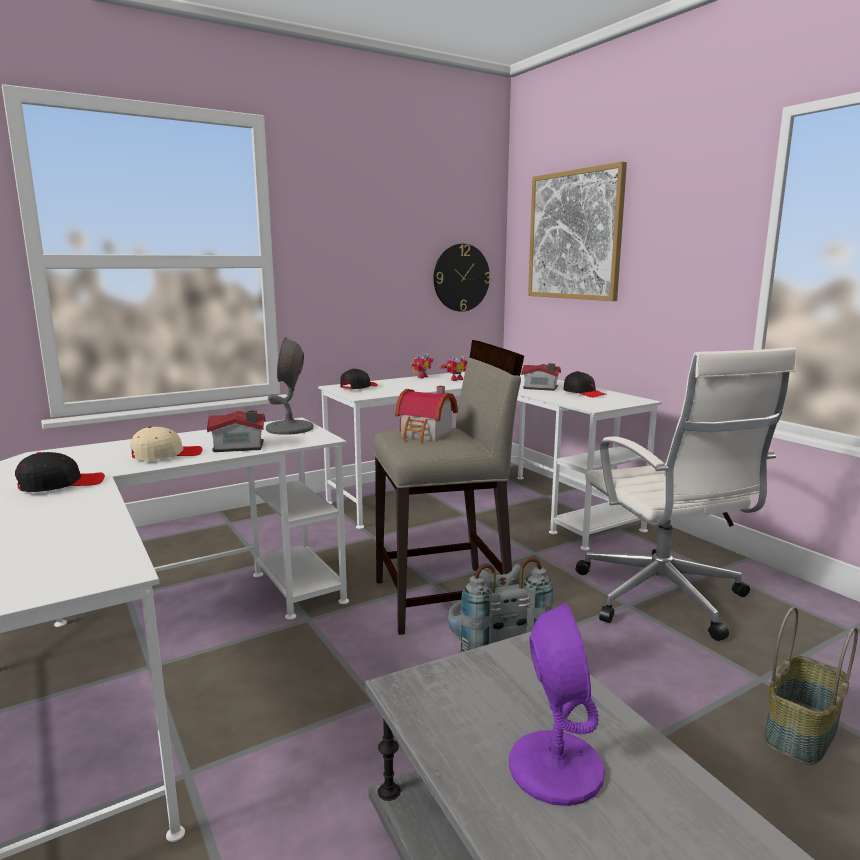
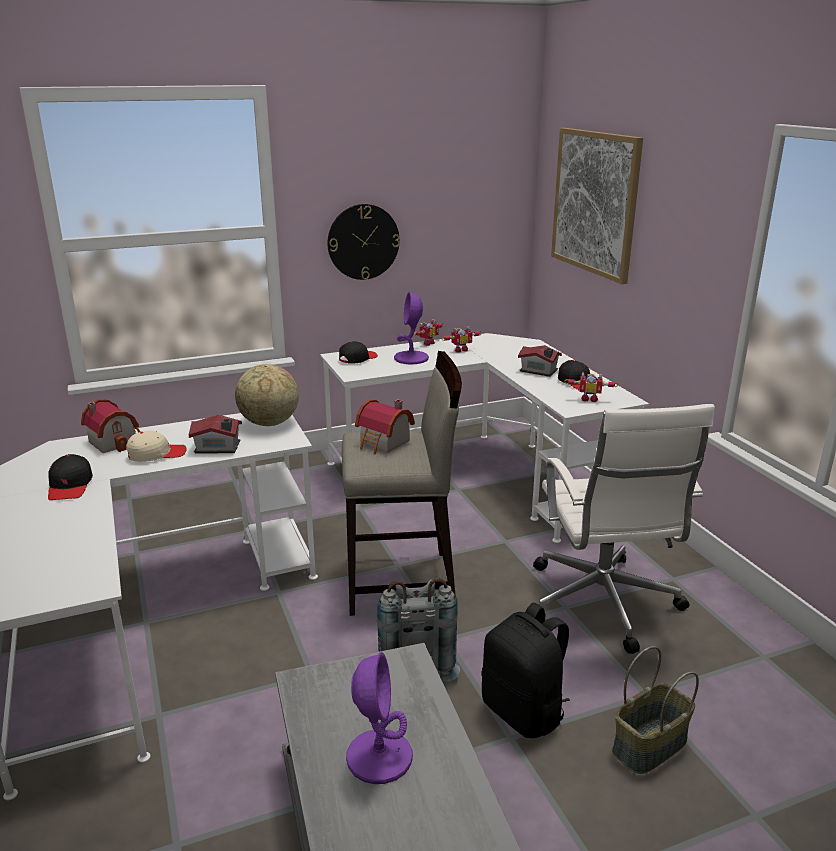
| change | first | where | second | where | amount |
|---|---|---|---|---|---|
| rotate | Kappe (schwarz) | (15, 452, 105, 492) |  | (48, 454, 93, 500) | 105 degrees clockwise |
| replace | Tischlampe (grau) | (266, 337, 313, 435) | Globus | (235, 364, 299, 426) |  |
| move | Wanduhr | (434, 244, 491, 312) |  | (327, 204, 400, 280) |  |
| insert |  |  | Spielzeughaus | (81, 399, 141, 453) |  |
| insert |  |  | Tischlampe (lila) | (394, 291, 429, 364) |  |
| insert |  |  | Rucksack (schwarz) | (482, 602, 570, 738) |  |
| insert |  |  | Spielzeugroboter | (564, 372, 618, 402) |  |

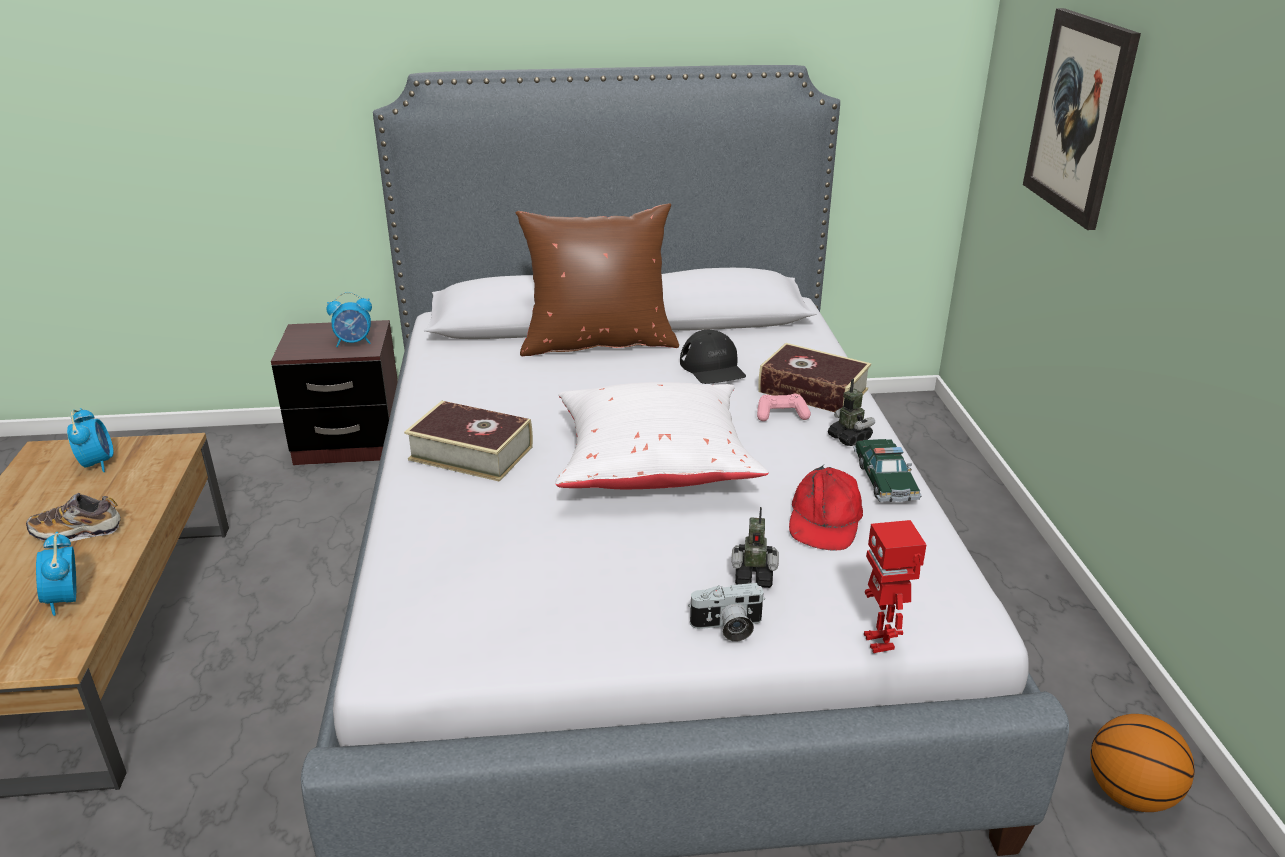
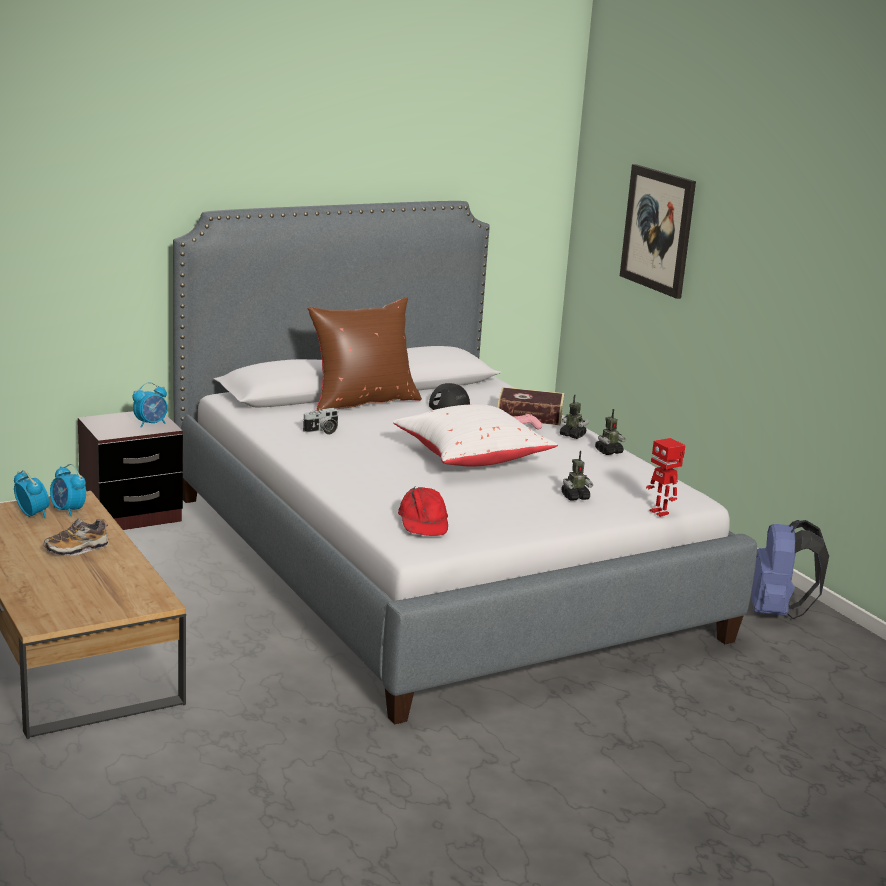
| change | first | where | second | where | amount |
|---|---|---|---|---|---|
| move | Wecker | (36, 532, 76, 616) |  | (50, 464, 86, 517) |  |
| delete | Buch | (404, 401, 533, 482) |  |  |  |
| move | Kamera | (688, 583, 765, 642) |  | (303, 408, 339, 435) |  |
| move | Kappe (rot) | (789, 466, 863, 551) |  | (398, 487, 448, 536) |  |
| replace | Spielzeugauto | (853, 439, 922, 502) | Spielzeugroboter | (595, 409, 626, 455) |  |
| replace | Basketball | (1090, 714, 1195, 812) | Rucksack (blau) | (751, 520, 829, 619) |  |

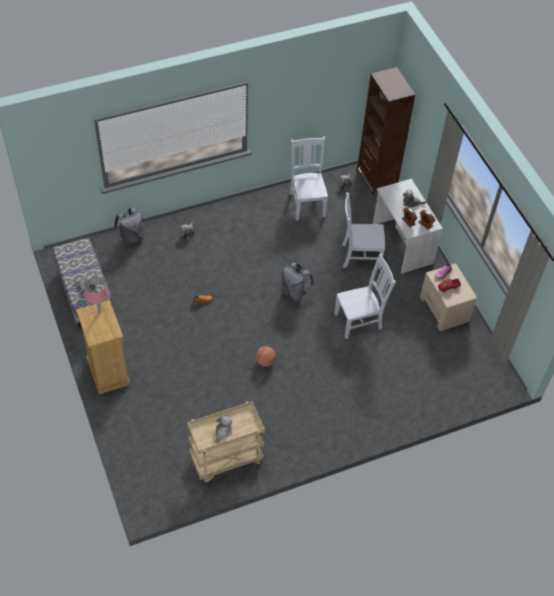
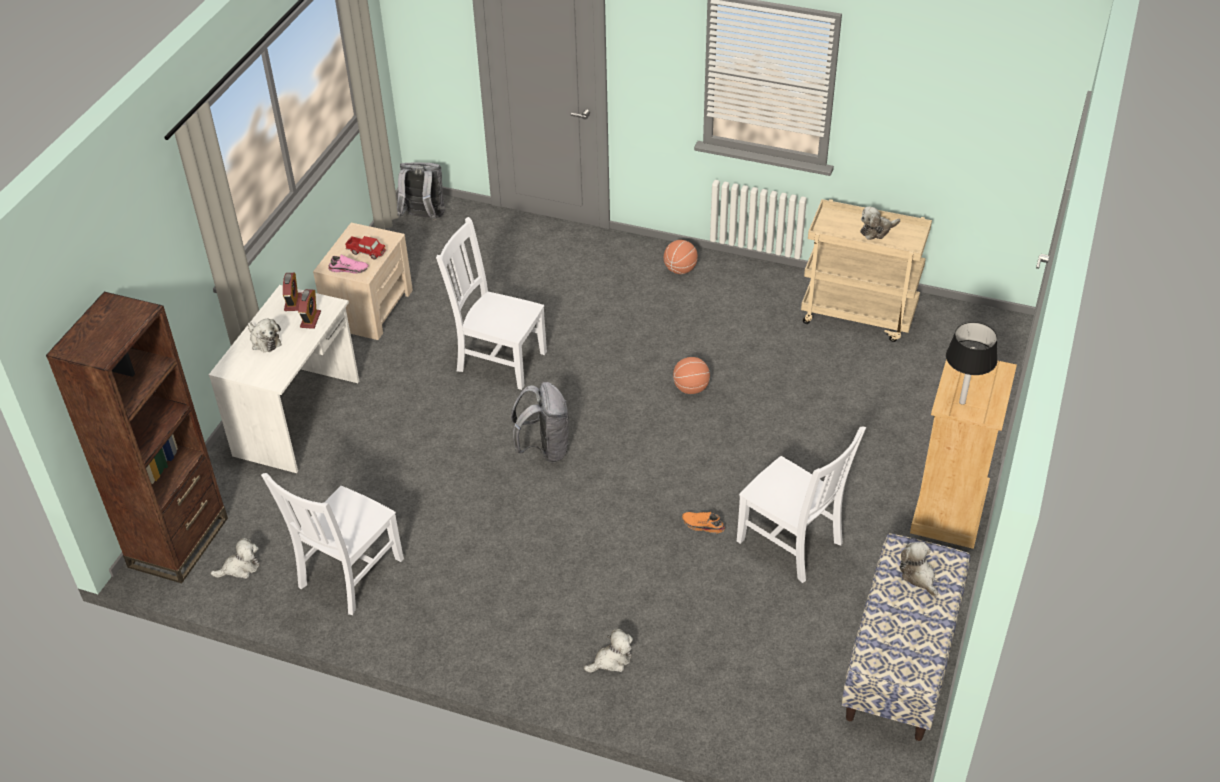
| change | first | where | second | where | amount |
|---|---|---|---|---|---|
| recolor | Tischlampe (rosa) | (84, 277, 109, 313) | Tischlampe (schwarz) | (946, 322, 997, 405) |  |
| move | Rucksack (grau) | (114, 208, 144, 245) |  | (397, 162, 445, 221) |  |
| move | Stuhl (weiß) | (342, 192, 385, 269) |  | (737, 427, 866, 583) |  |
| insert |  |  | Basketball | (664, 240, 698, 274) |  |

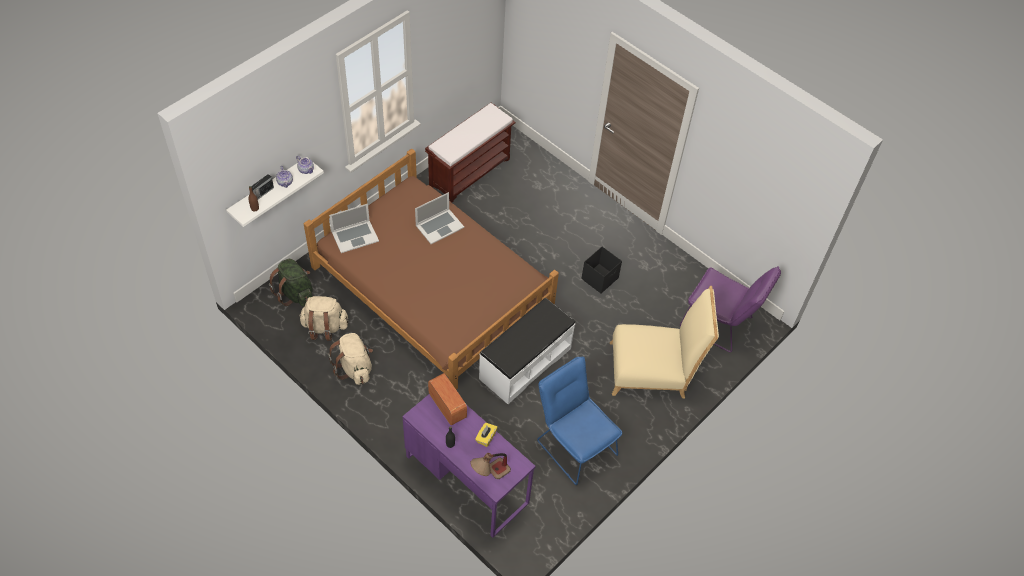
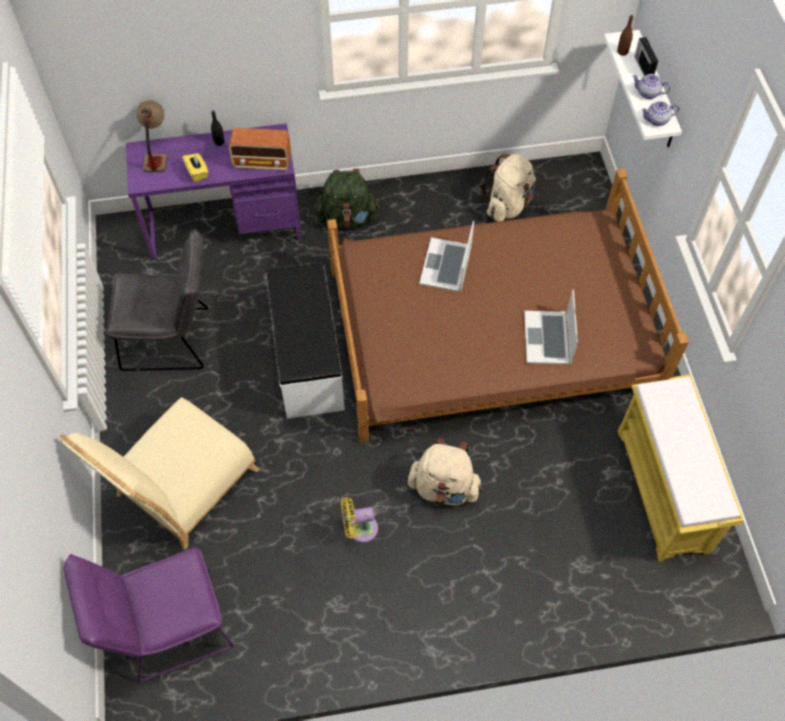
| change | first | where | second | where | amount |
|---|---|---|---|---|---|
| move | Rucksack (grün) | (269, 258, 313, 307) |  | (315, 169, 380, 229) |  |
| move | Rucksack (beige) | (328, 333, 373, 385) |  | (408, 438, 483, 505) |  |
| move | Laptop | (329, 204, 379, 253) |  | (419, 221, 474, 292) |  |
| recolor | Bank (braun) | (425, 103, 515, 202) | Bank (gelb) | (618, 374, 744, 562) |  |
| recolor | Stuhl (blau) | (537, 357, 622, 485) | Stuhl (grau) | (105, 229, 208, 371) |  |
| replace | Aufbewahrungsbox (schwarz) | (582, 247, 622, 293) | Ventilator (gelb) | (341, 497, 378, 543) |  |

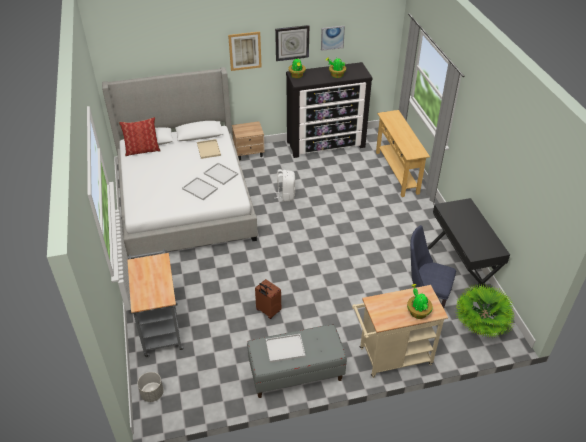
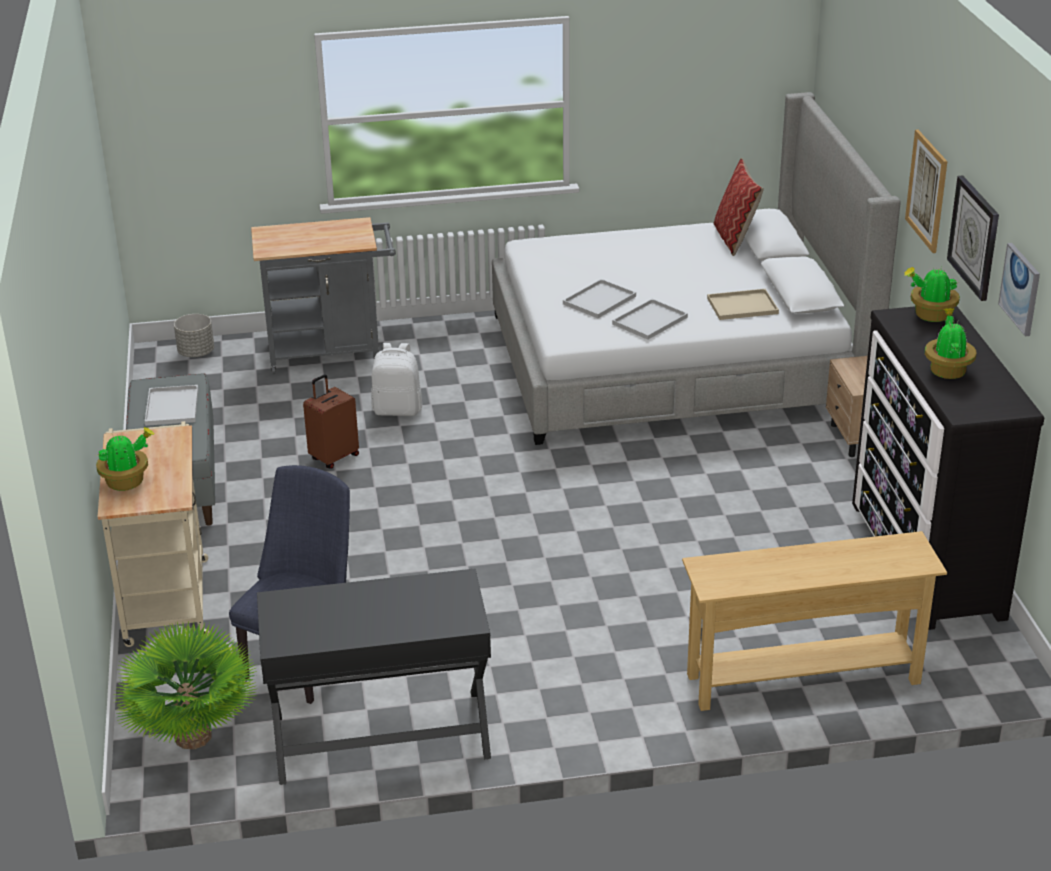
| change | first | where | second | where | amount |
|---|---|---|---|---|---|
| move | Rucksack (weiß) | (276, 169, 295, 201) |  | (371, 343, 422, 416) |  |

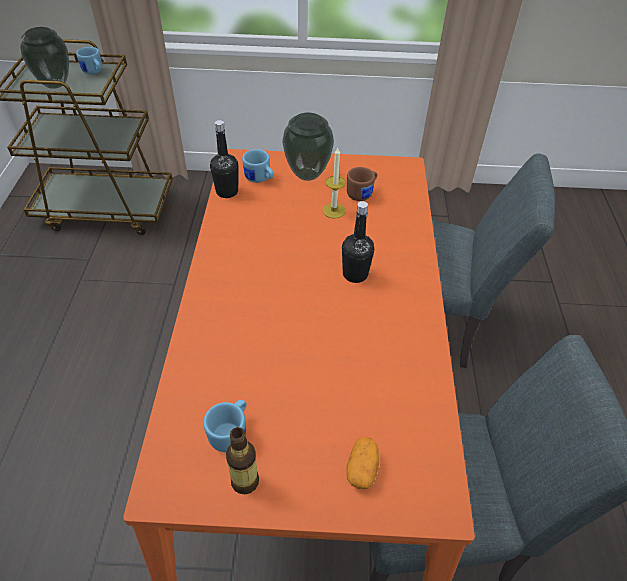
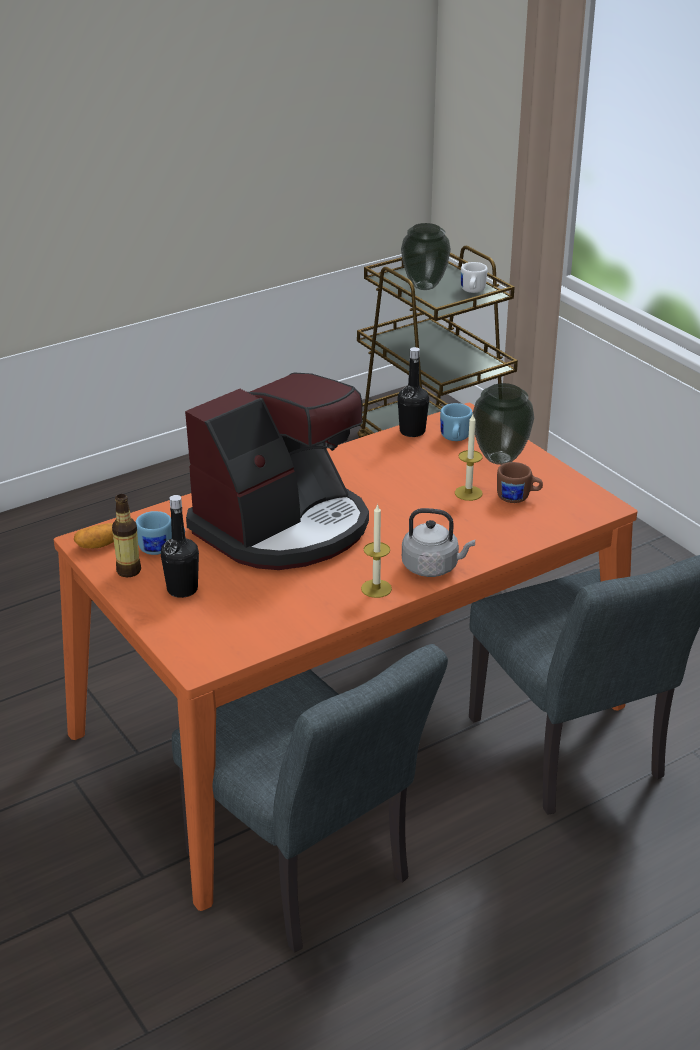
| change | first | where | second | where | amount |
|---|---|---|---|---|---|
| recolor | Henkelbecher (blau) | (76, 47, 102, 74) | Henkelbecher (weiß) | (461, 262, 488, 293) |  |
| move | Flasche (schwarz) | (342, 201, 374, 283) |  | (161, 495, 199, 598) |  |
| move | Kartoffel | (346, 437, 379, 489) |  | (74, 523, 114, 548) |  |
| insert |  |  | Kaffeemaschine | (185, 372, 369, 570) |  |
| insert |  |  | Kerze | (361, 503, 392, 598) |  |
| insert |  |  | Wasserkessel (grau) | (402, 508, 475, 577) |  |

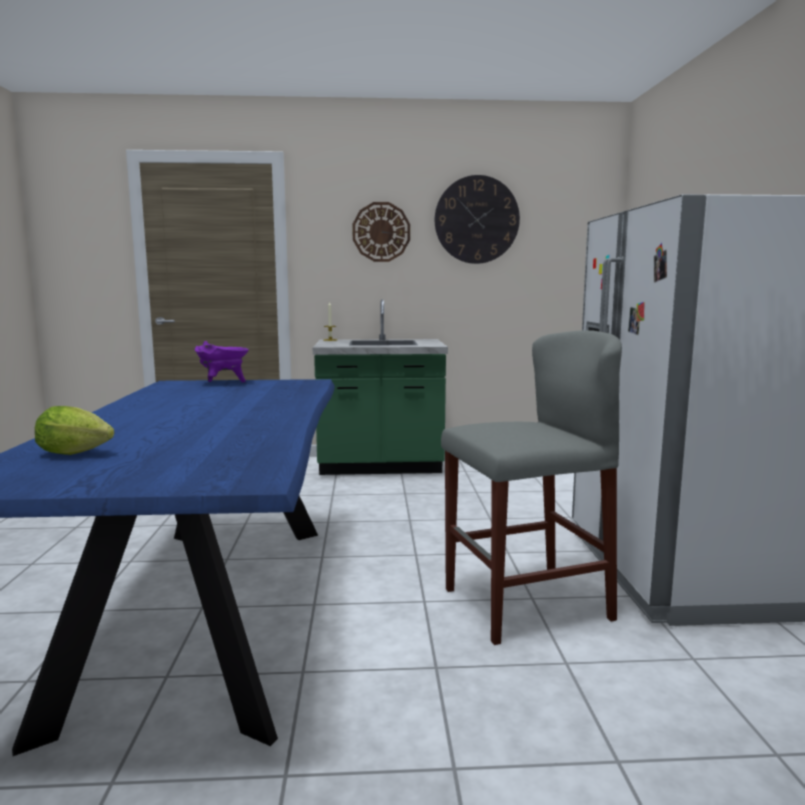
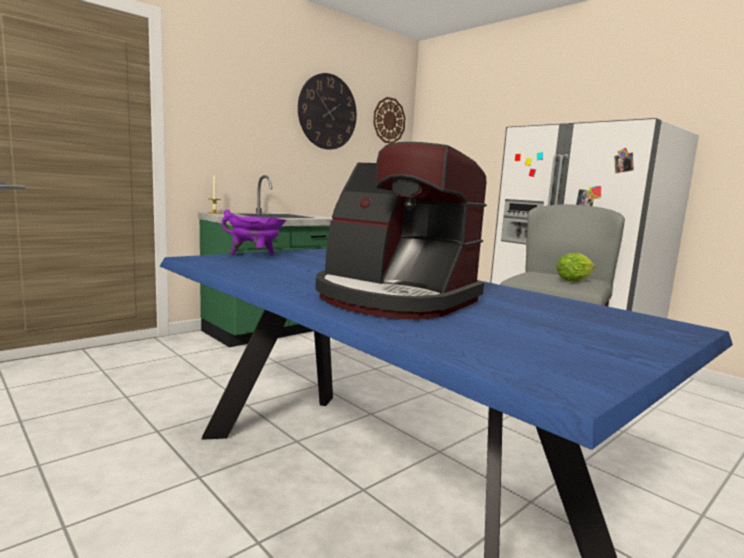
| change | first | where | second | where | amount |
|---|---|---|---|---|---|
| move | Salatkopf | (35, 406, 114, 455) |  | (556, 253, 595, 281) |  |
| move | Wanduhr | (352, 202, 410, 262) |  | (373, 97, 405, 143) |  |
| insert |  |  | Kaffeemaschine | (315, 142, 487, 320) |  |

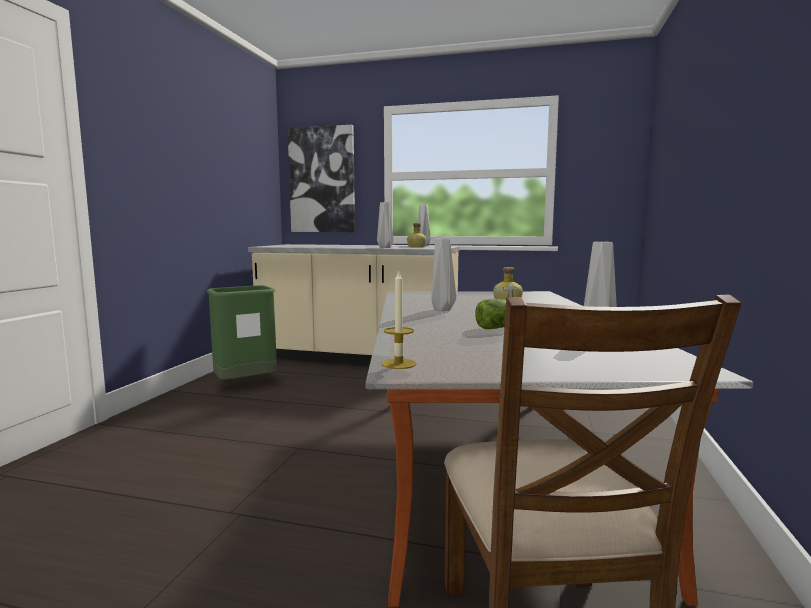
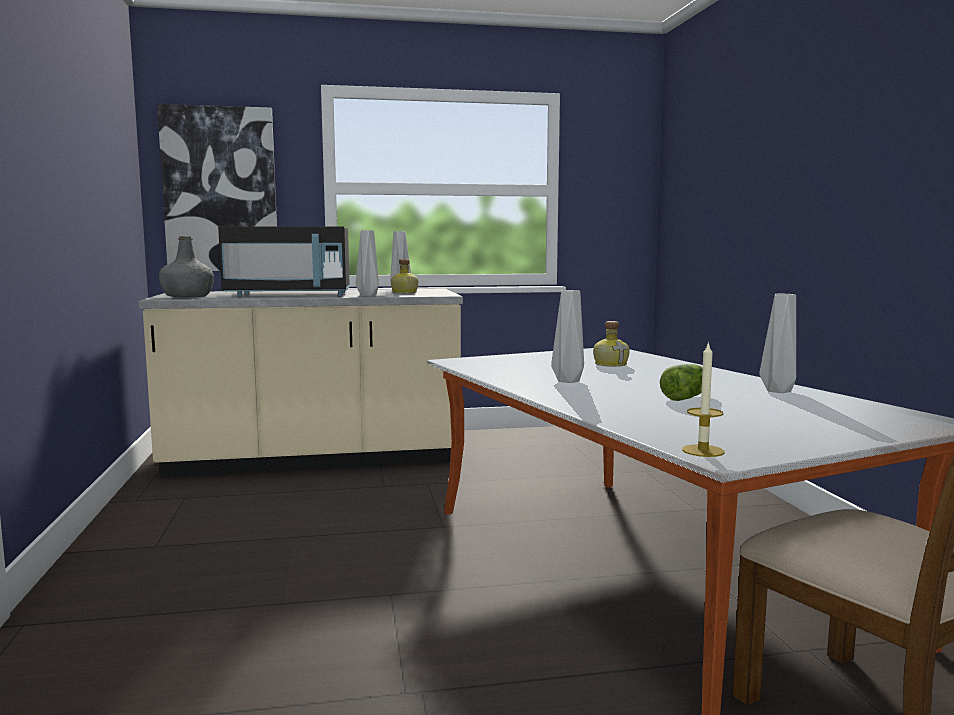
| change | first | where | second | where | amount |
|---|---|---|---|---|---|
| delete | Mülleimer (grün) | (207, 285, 277, 380) |  |  |  |
| insert |  |  | Flasche (grau) | (159, 236, 214, 297) |  |
| insert |  |  | Mikrowelle (schwarz) | (218, 226, 350, 297) |  |

